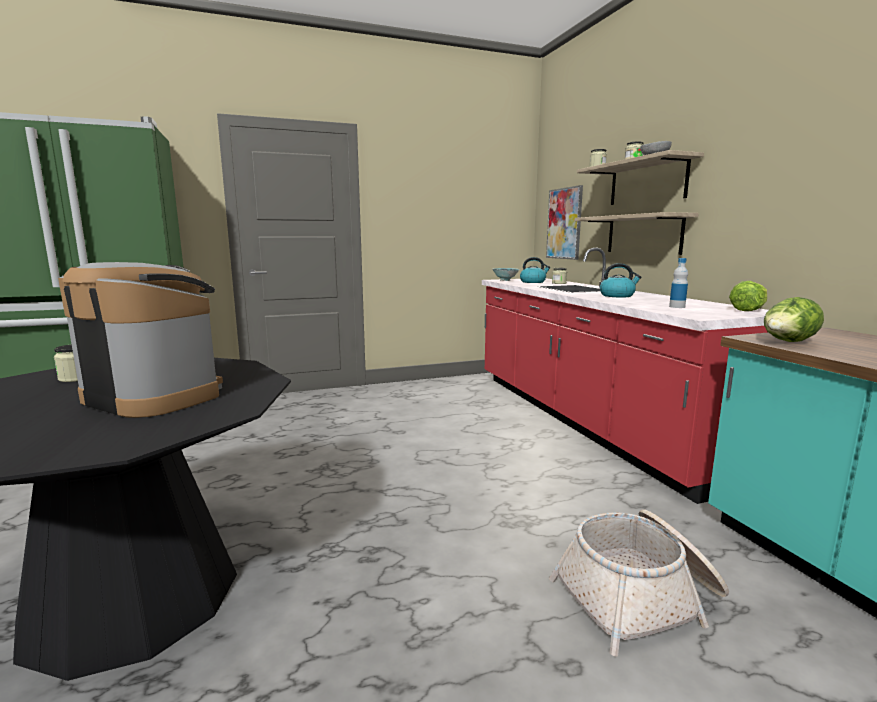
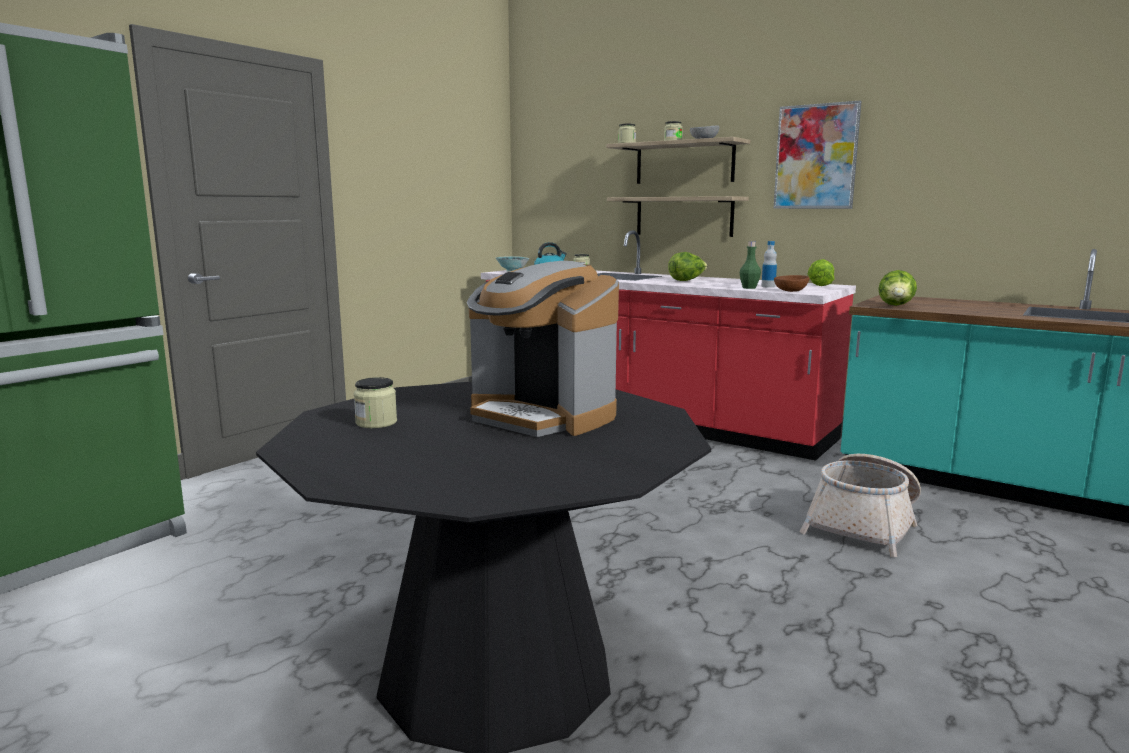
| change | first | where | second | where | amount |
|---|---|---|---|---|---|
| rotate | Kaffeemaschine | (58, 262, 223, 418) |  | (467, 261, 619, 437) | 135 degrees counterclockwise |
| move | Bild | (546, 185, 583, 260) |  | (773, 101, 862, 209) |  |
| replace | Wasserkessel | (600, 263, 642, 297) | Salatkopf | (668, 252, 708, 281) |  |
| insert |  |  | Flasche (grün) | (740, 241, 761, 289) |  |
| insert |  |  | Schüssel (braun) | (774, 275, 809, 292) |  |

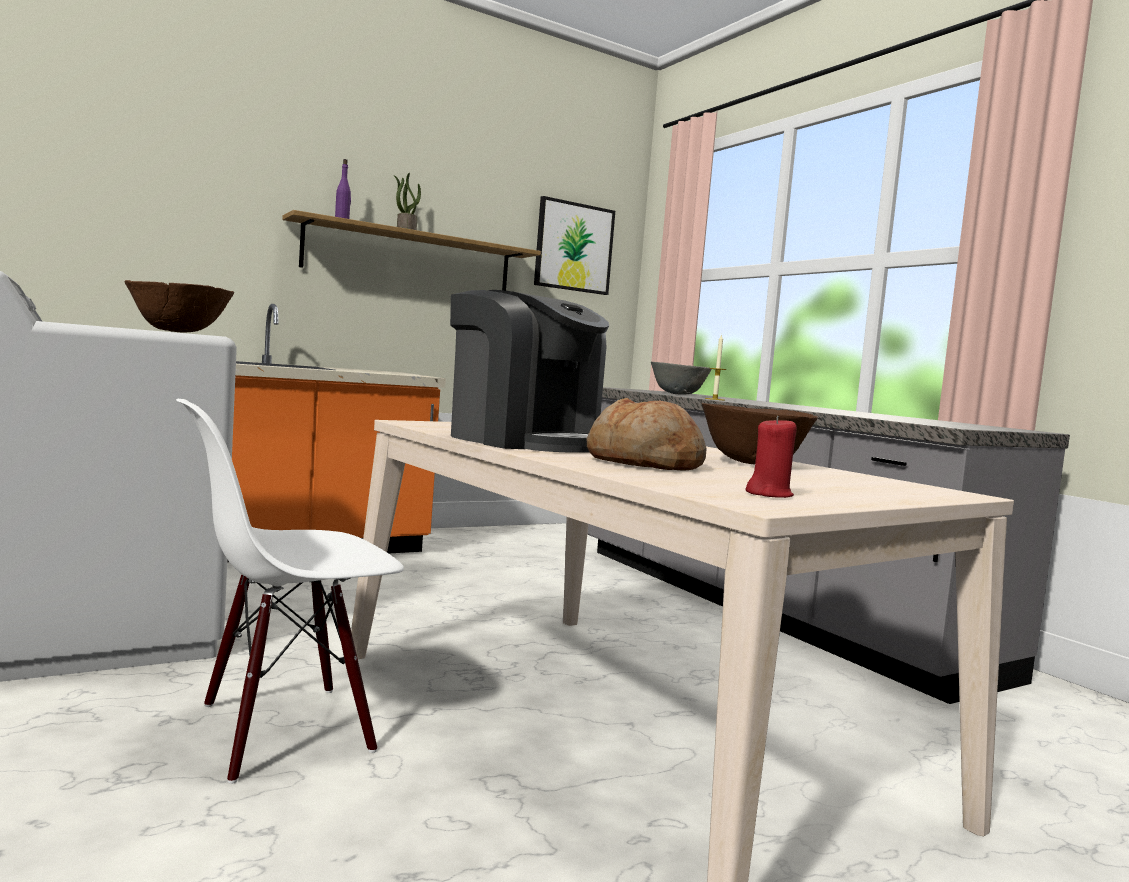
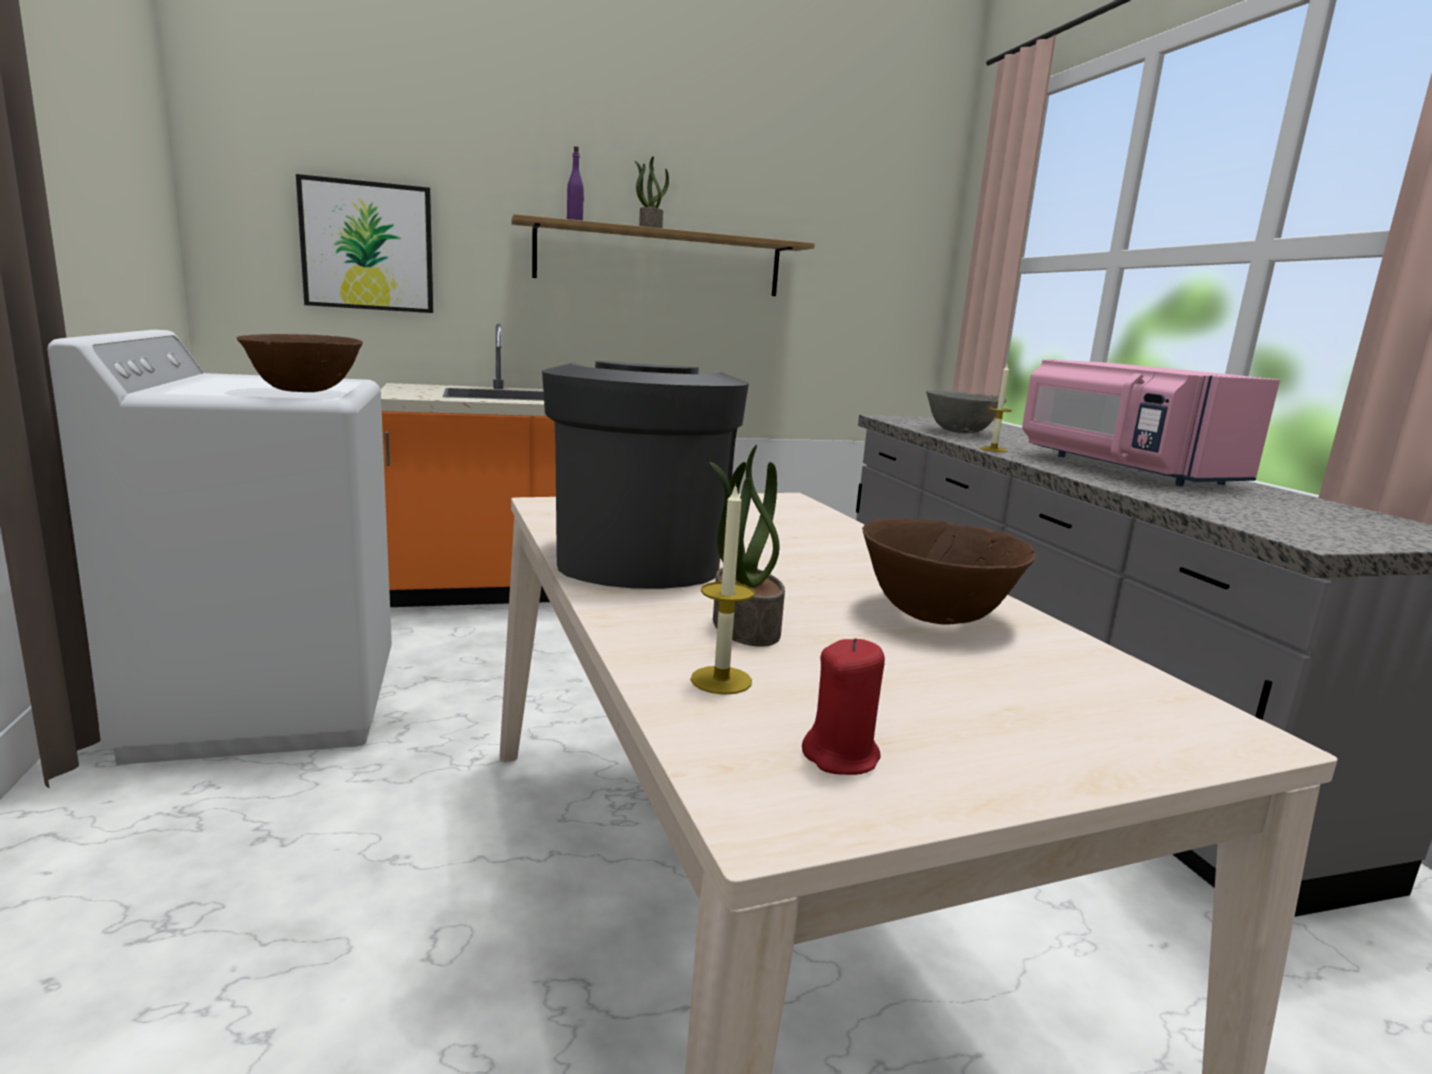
| change | first | where | second | where | amount |
|---|---|---|---|---|---|
| delete | Stuhl (weiß) | (176, 399, 404, 784) |  |  |  |
| rotate | Kaffeemaschine | (450, 290, 609, 453) |  | (542, 361, 749, 589) | 150 degrees counterclockwise |
| move | Bild | (534, 196, 615, 295) |  | (296, 174, 433, 313) |  |
| replace | Brot | (587, 398, 707, 471) | Topfpflanze | (710, 445, 785, 647) |  |
| insert |  |  | Kerze | (690, 483, 755, 695) |  |
| insert |  |  | Mikrowelle (rosa) | (1022, 359, 1280, 486) |  |

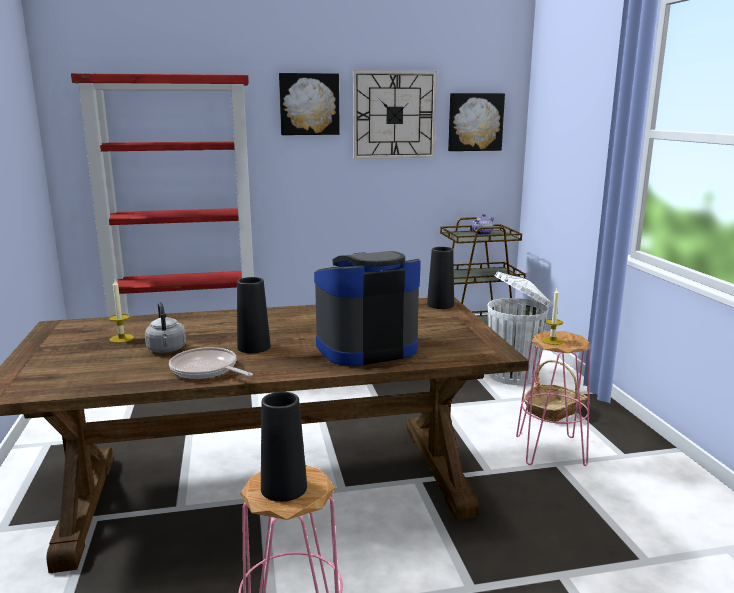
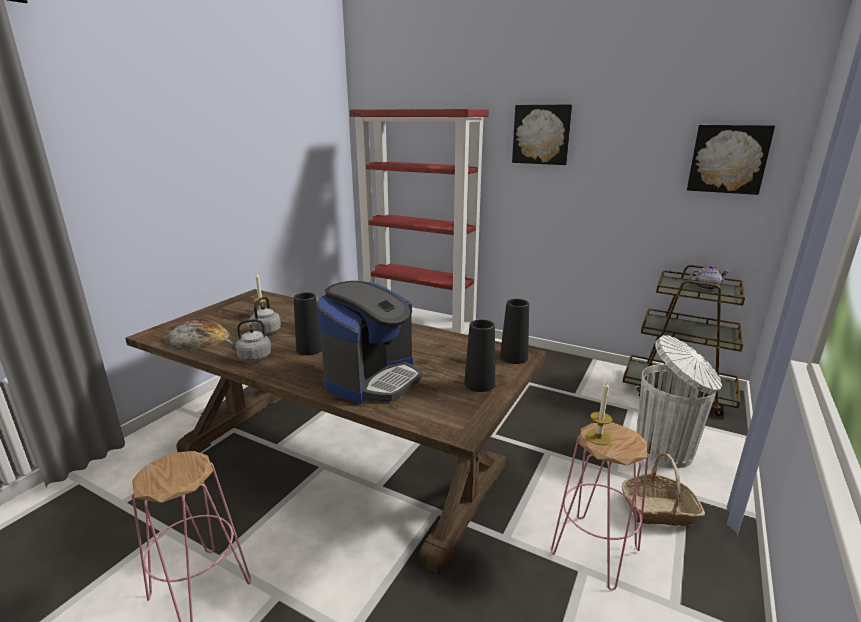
| change | first | where | second | where | amount |
|---|---|---|---|---|---|
| replace | Pfanne | (169, 347, 253, 379) | Wasserkessel (grau) | (225, 319, 272, 362) |  |
| move | Vase (schwarz) | (261, 392, 307, 502) |  | (464, 319, 495, 392) |  |
| rotate | Kaffeemaschine | (314, 251, 421, 366) |  | (317, 281, 422, 404) | 105 degrees clockwise |
| delete | Wanduhr | (353, 70, 437, 159) |  |  |  |
| insert |  |  | Brot | (164, 319, 230, 350) |  |

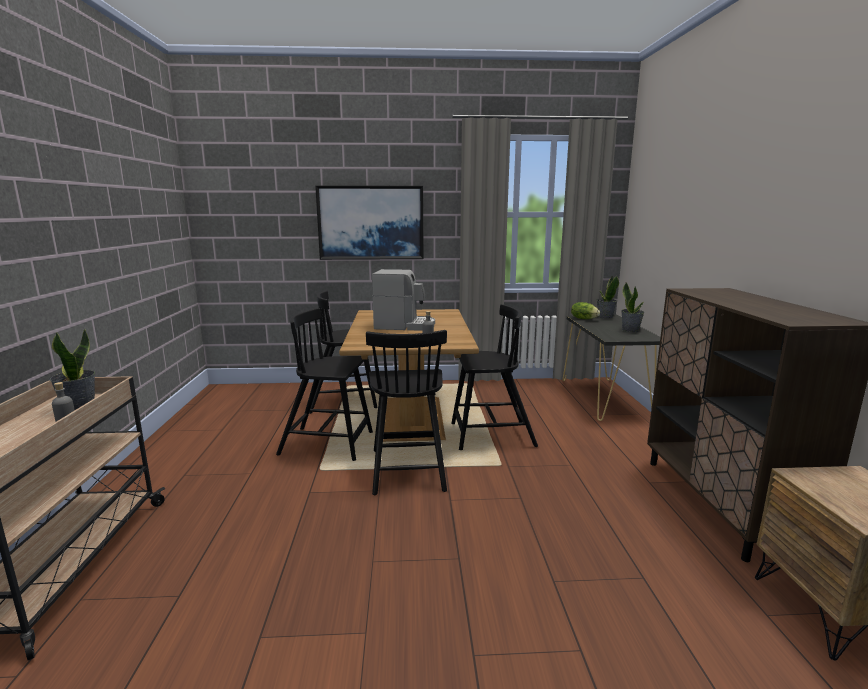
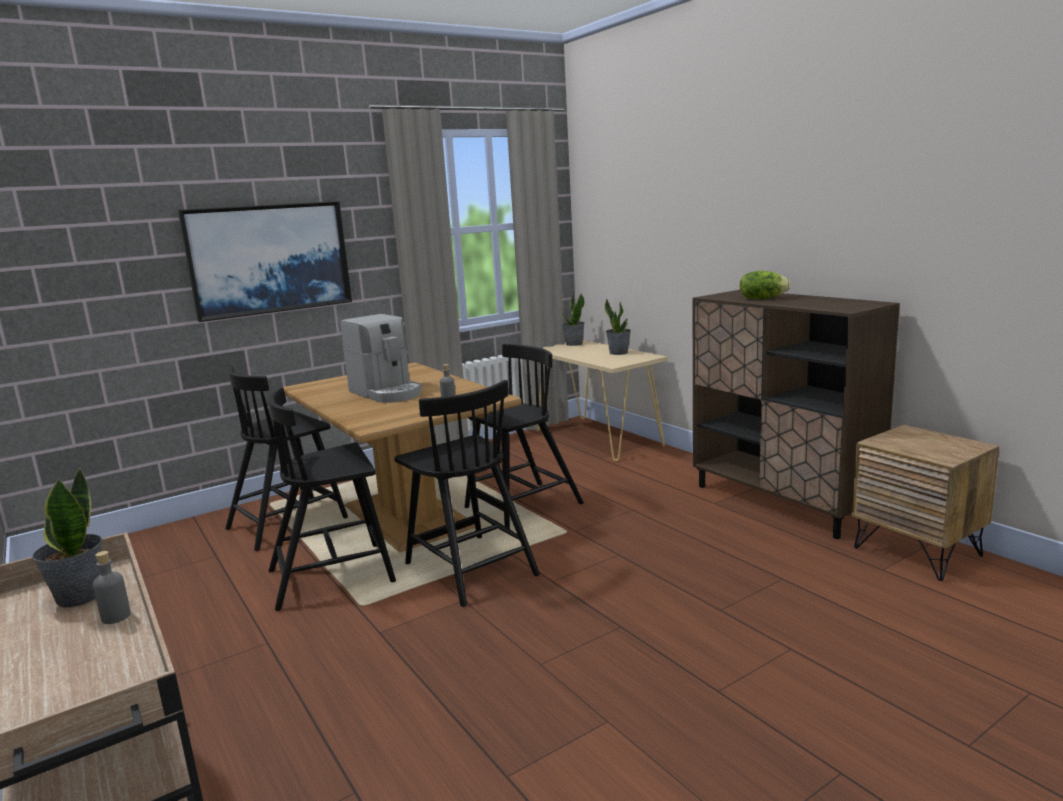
| change | first | where | second | where | amount |
|---|---|---|---|---|---|
| rotate | Kaffeemaschine | (372, 269, 435, 331) |  | (340, 314, 422, 403) | 75 degrees clockwise |
| recolor | Konsolentisch (schwarz) | (563, 315, 660, 421) | Konsolentisch (beige) | (537, 340, 668, 461) |  |
| move | Salatkopf | (571, 302, 600, 319) |  | (740, 271, 791, 299) |  |

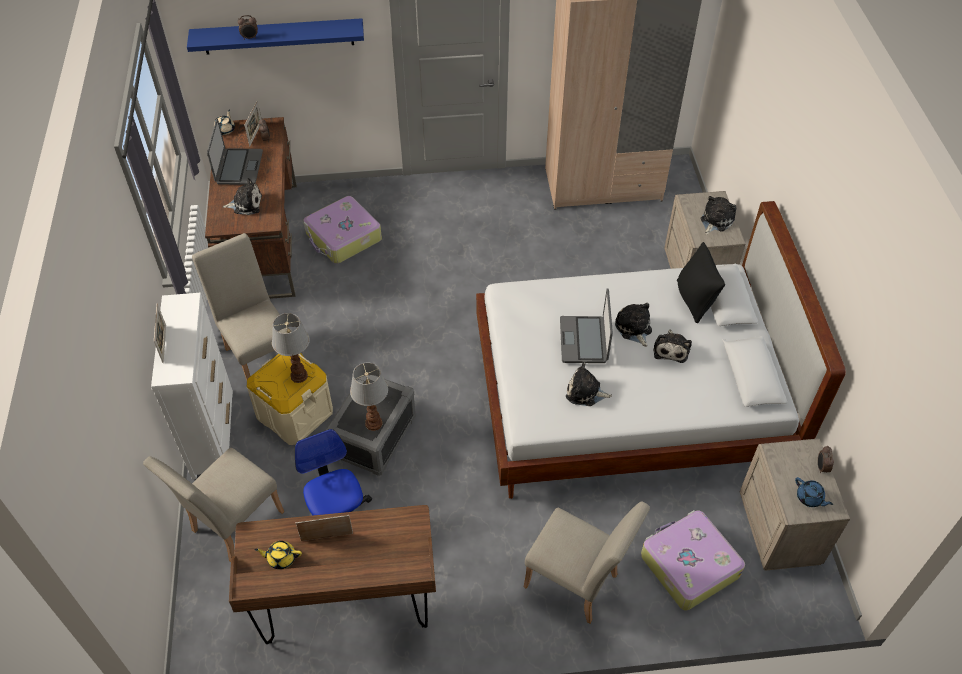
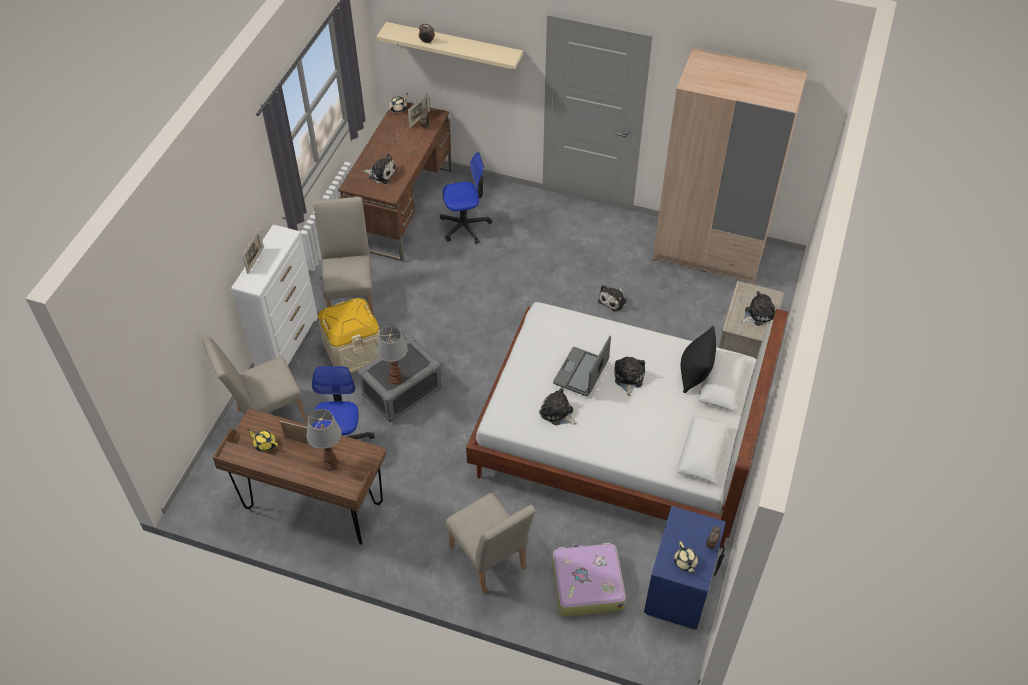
| change | first | where | second | where | amount |
|---|---|---|---|---|---|
| recolor | Wandregal (blau) | (187, 18, 364, 55) | Wandregal (beige) | (376, 22, 523, 70) |  |
| delete | Laptop | (207, 119, 263, 185) |  |  |  |
| move | Tischlampe | (272, 313, 310, 383) |  | (306, 409, 342, 471) |  |
| replace | Koffer | (304, 196, 382, 264) | Bürostuhl | (440, 152, 492, 244) |  |
| move | Plüschtier | (653, 329, 692, 363) |  | (598, 285, 627, 312) |  |
| recolor | Nachttisch (beige) | (740, 438, 850, 571) | Nachttisch (blau) | (644, 506, 726, 630) |  |
| recolor | Teekanne (blau) | (795, 477, 833, 507) | Teekanne (beige) | (674, 542, 698, 573) |  |

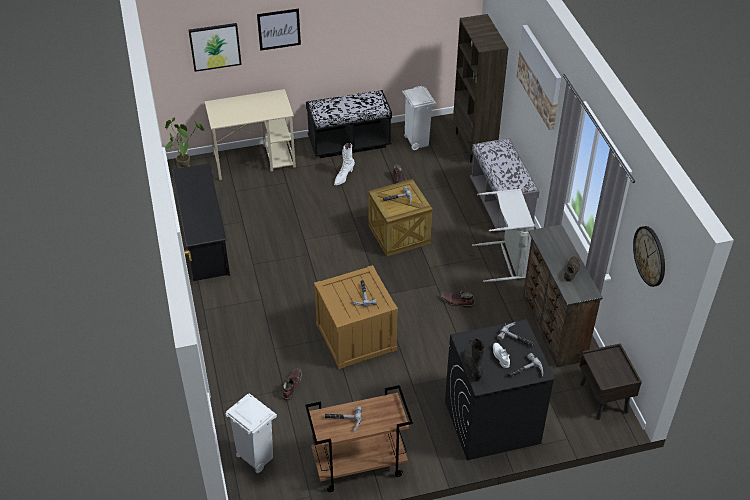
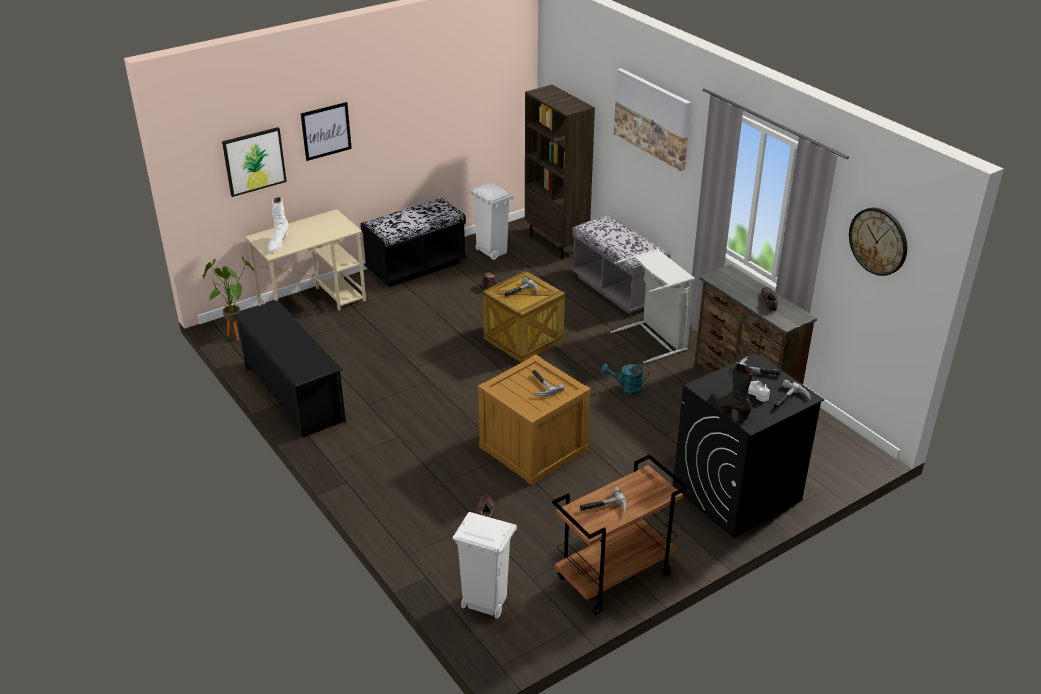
| change | first | where | second | where | amount |
|---|---|---|---|---|---|
| move | Stiefel (weiß) | (334, 143, 355, 185) |  | (269, 197, 289, 253) |  |
| replace | Stiefel (braun) | (440, 290, 475, 308) | Gießkanne (türkis) | (601, 363, 649, 395) |  |
| delete | Nachttisch (braun) | (579, 343, 642, 420) |  |  |  |

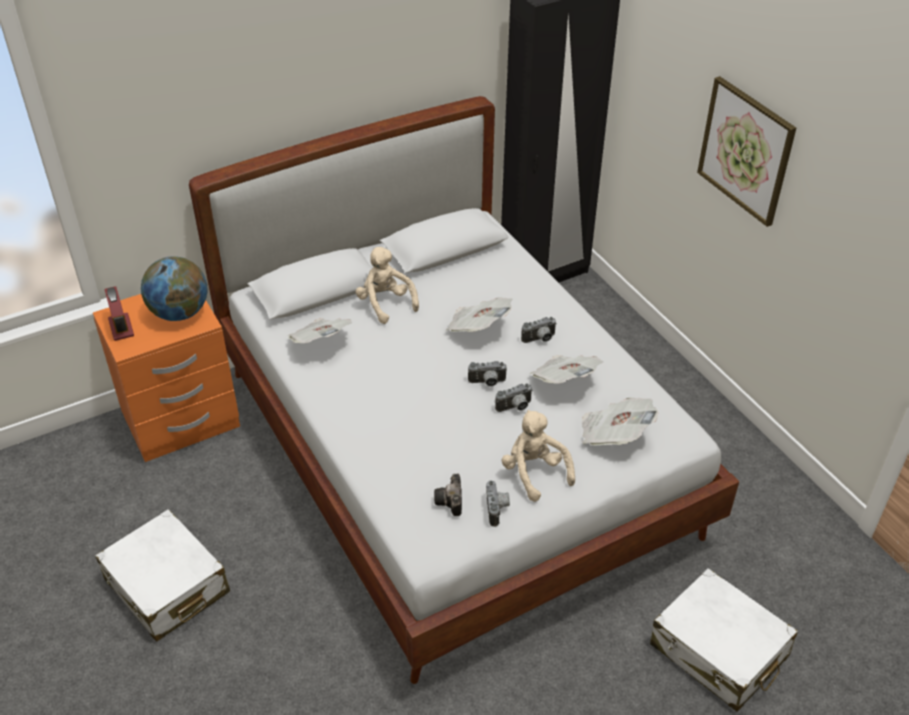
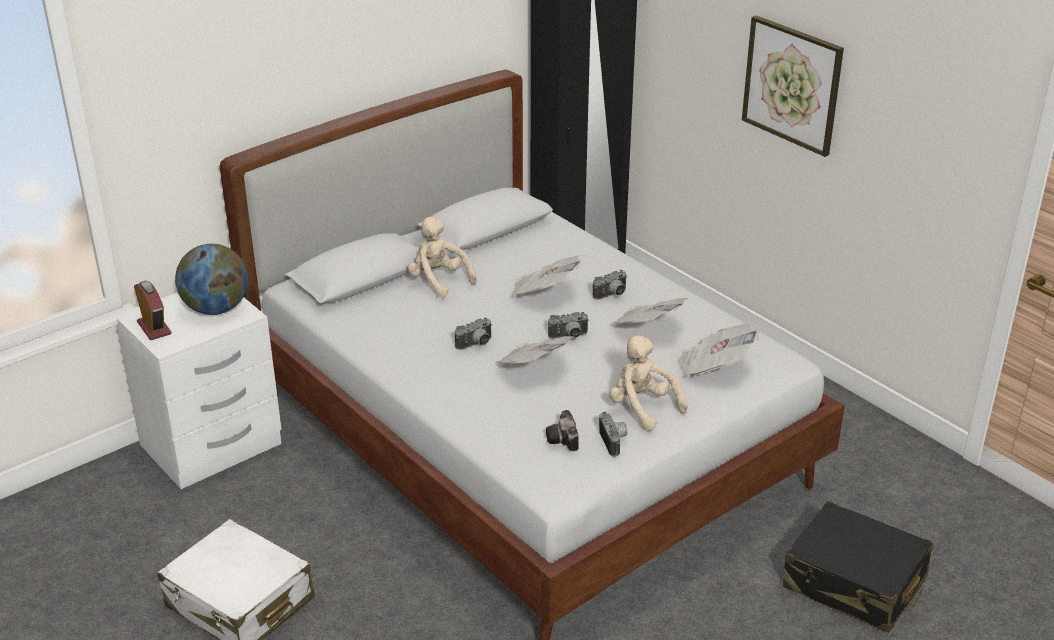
| change | first | where | second | where | amount |
|---|---|---|---|---|---|
| recolor | Nachttisch (orange) | (93, 294, 240, 462) | Nachttisch (weiß) | (116, 292, 282, 489) |  |
| move | Zeitung | (288, 318, 352, 343) |  | (495, 336, 575, 364) |  |
| move | Kamera | (495, 383, 533, 412) |  | (455, 317, 492, 350) |  |
| recolor | Koffer (weiß) | (650, 568, 798, 711) | Koffer (schwarz) | (783, 501, 933, 633) |  |

